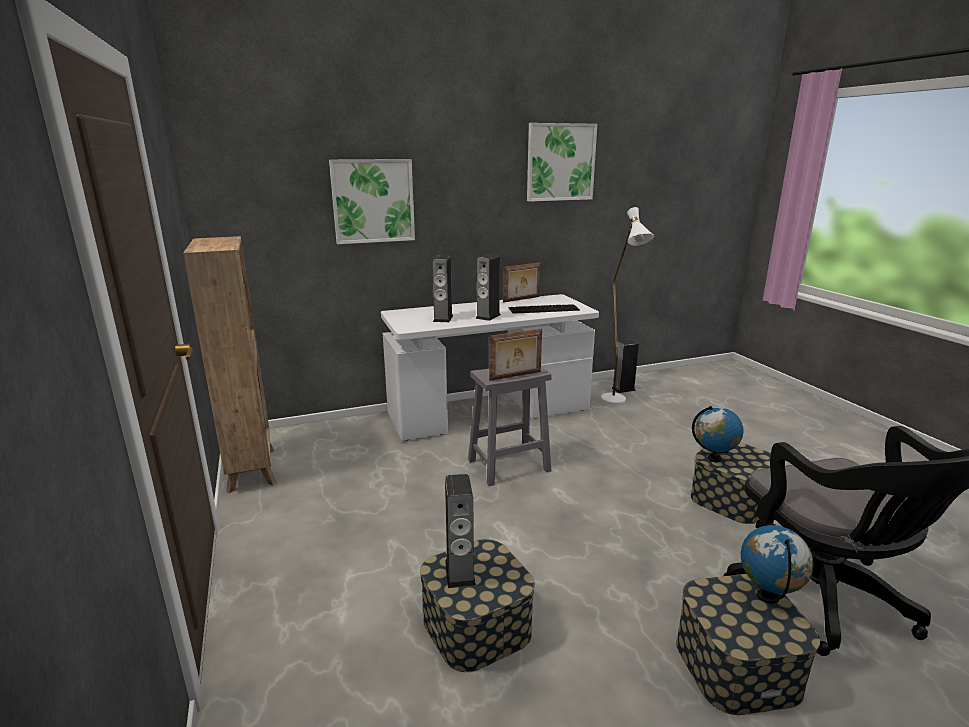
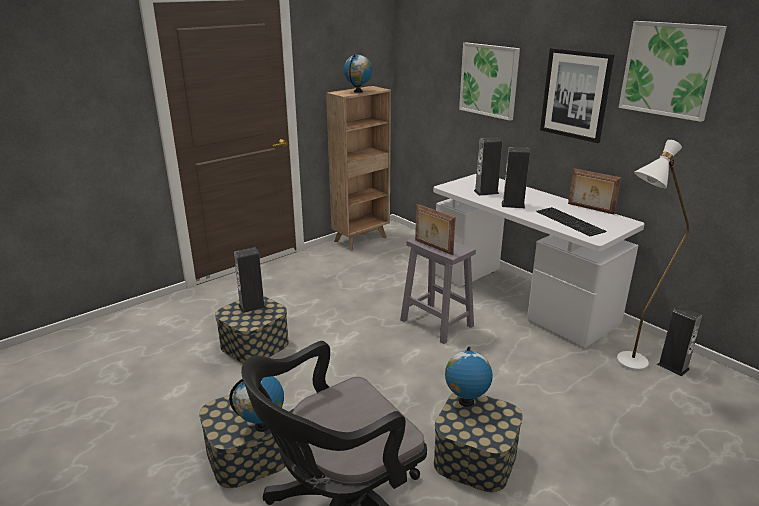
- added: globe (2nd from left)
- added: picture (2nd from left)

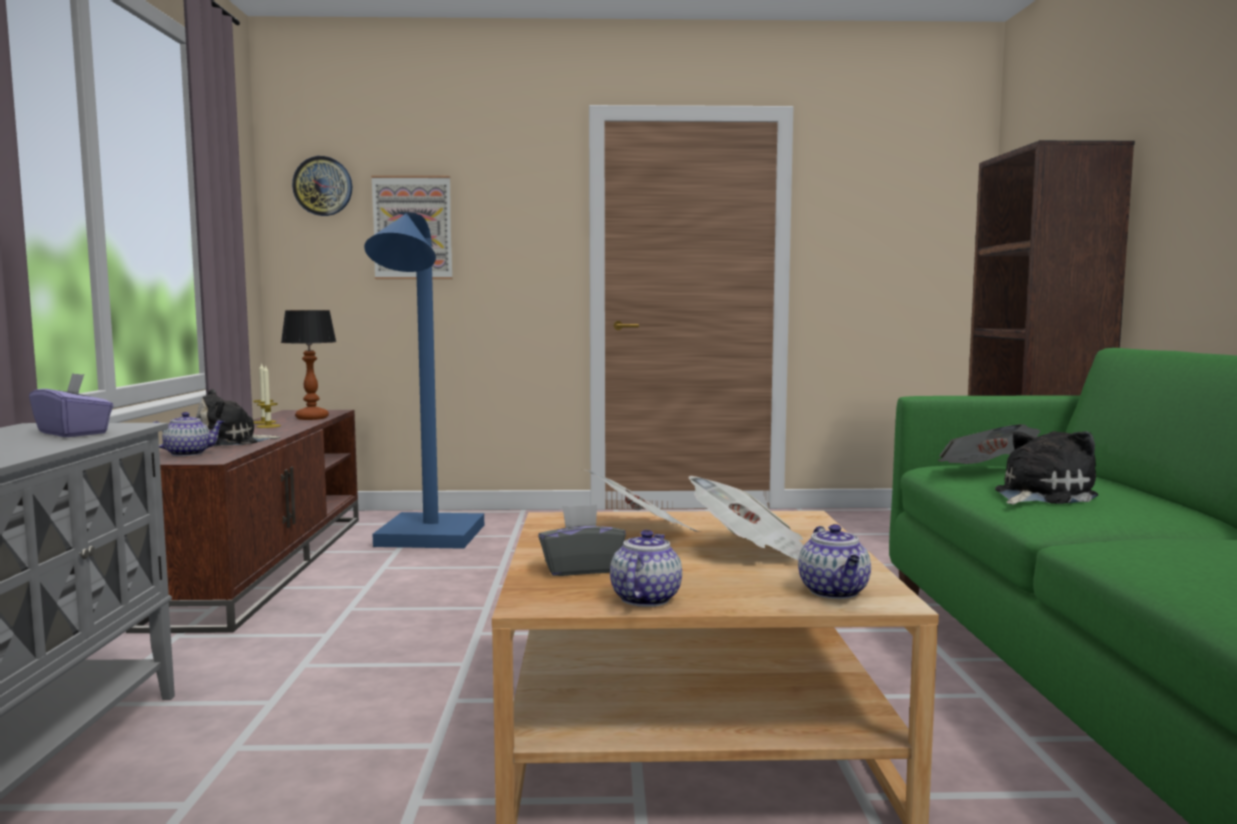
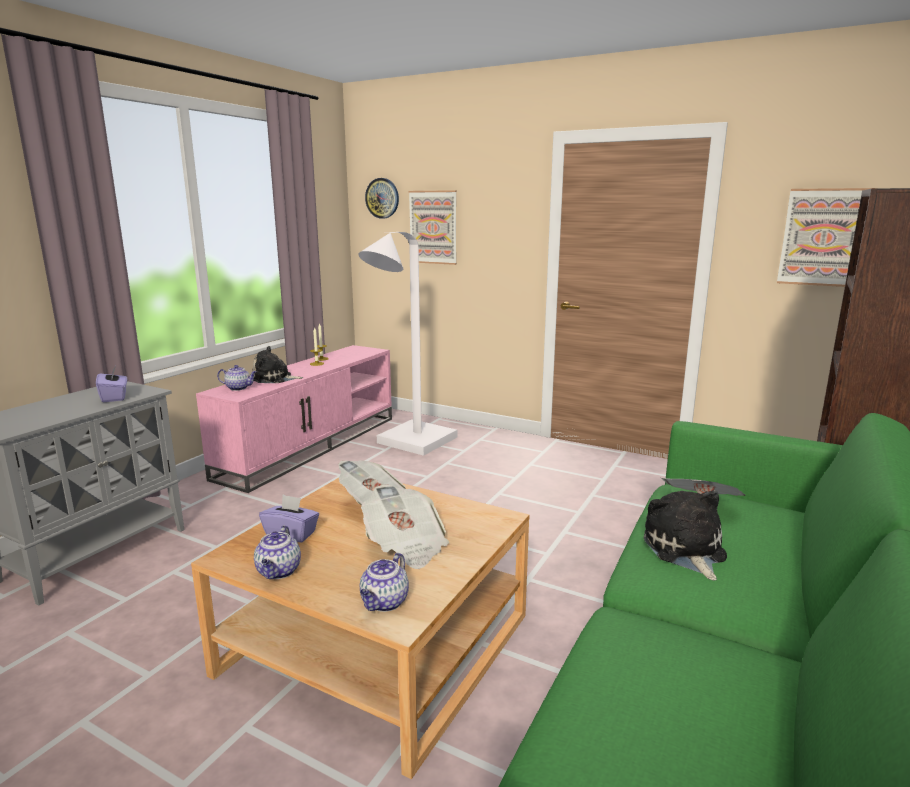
- recoloured: brown tv stand to pink tv stand
- turned: teapot (2nd from left) 135 degrees clockwise
- recoloured: grey tissue box to purple tissue box (2nd from left)
- recoloured: blue floor lamp to white floor lamp
- turned: plush toy (2nd from left) 90 degrees counterclockwise
- added: picture (2nd from left)
- removed: table lamp

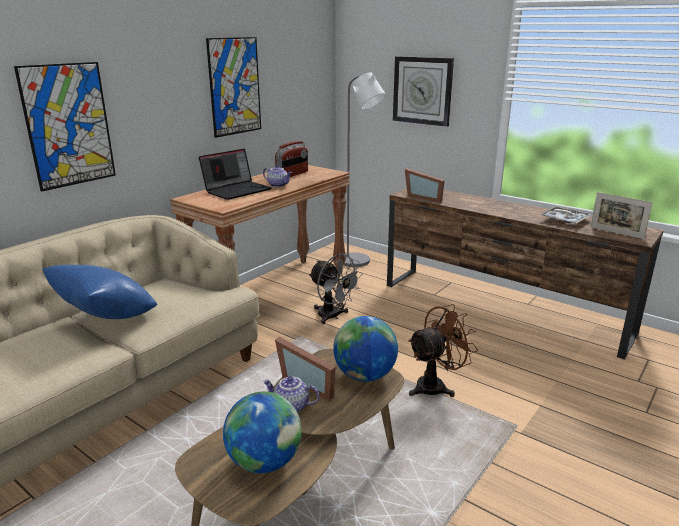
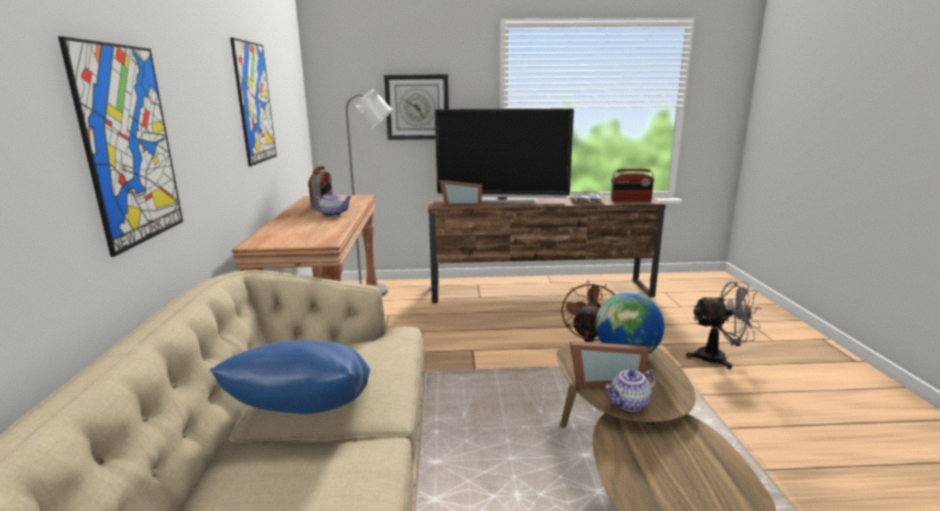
- added: television
- replaced: picture frame (3rd from left) to radio (2nd from left)
- moved: grey fan
- removed: laptop
- removed: globe (1st from left)

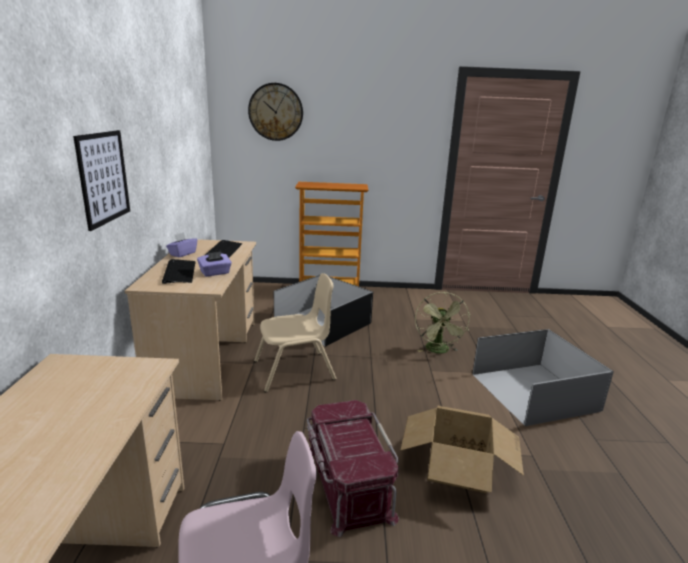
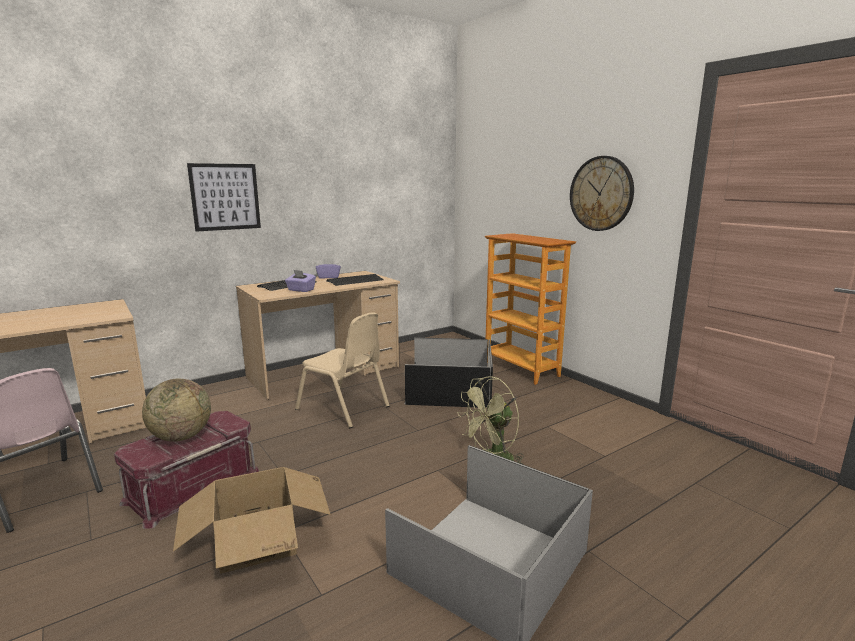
- added: globe
- moved: wall clock

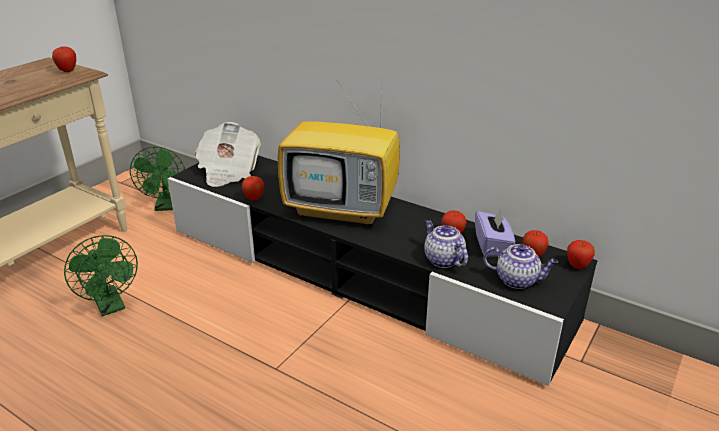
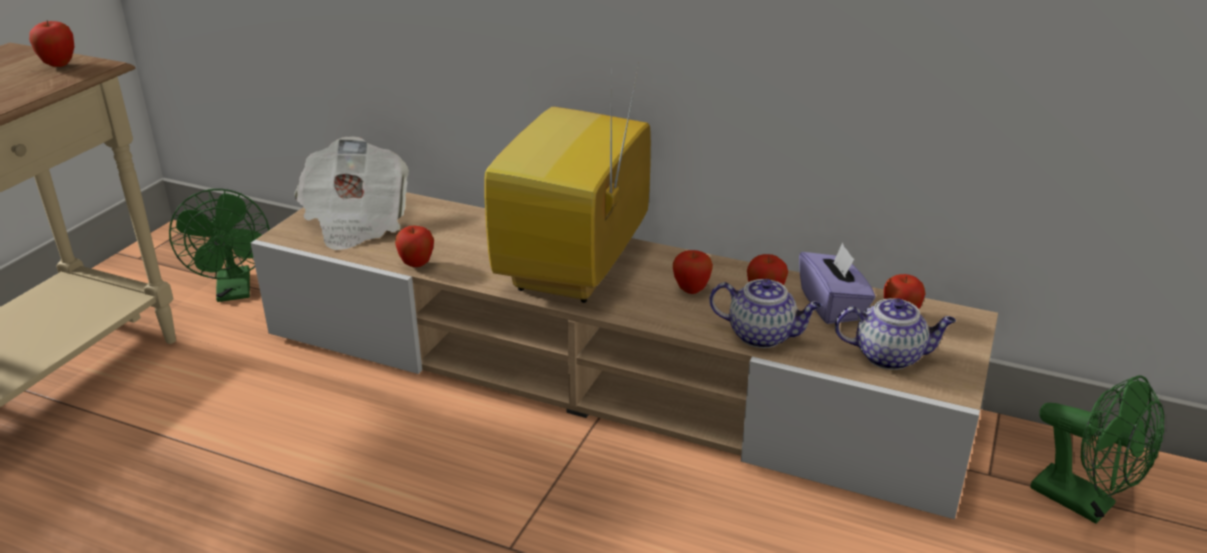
- recoloured: black tv stand to beige tv stand
- turned: television 105 degrees clockwise
- moved: apple (5th from left in the first image) to apple (3rd from left)
- turned: teapot (1st from left) 150 degrees clockwise
- moved: green fan (1st from left in the first image) to green fan (2nd from left)

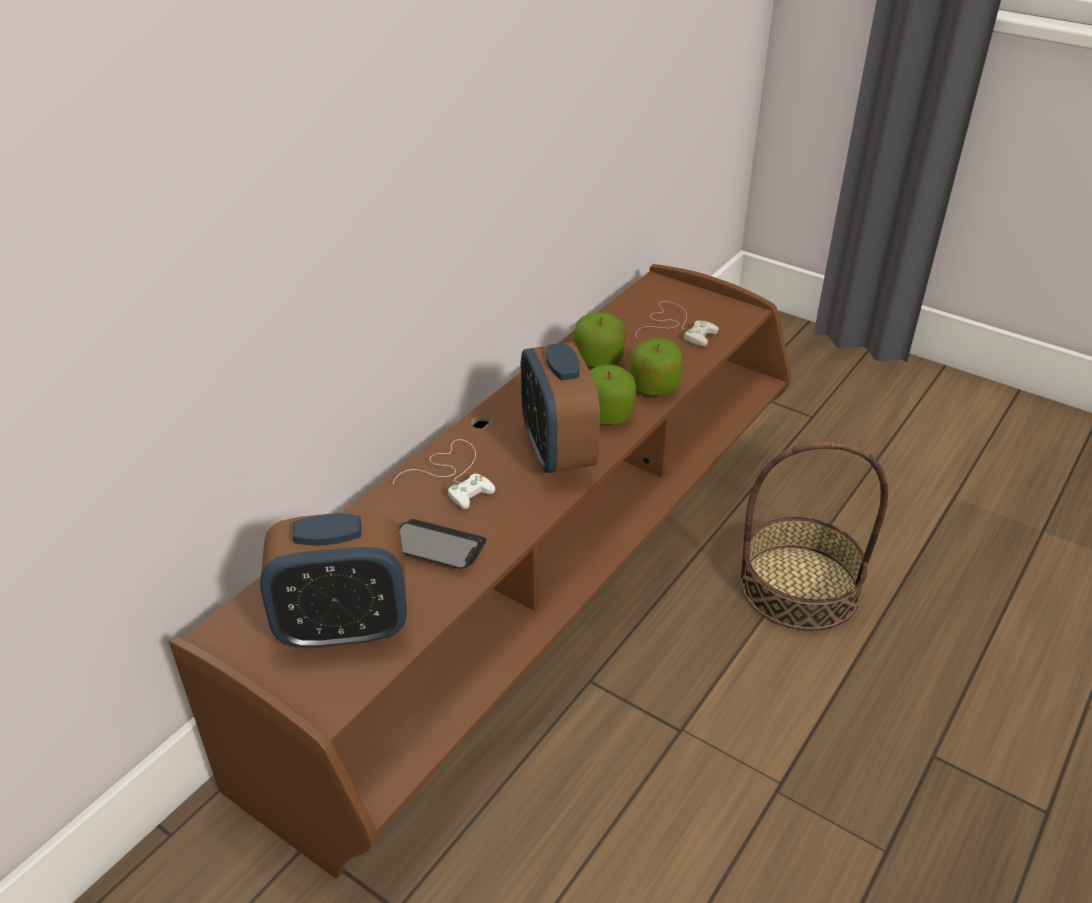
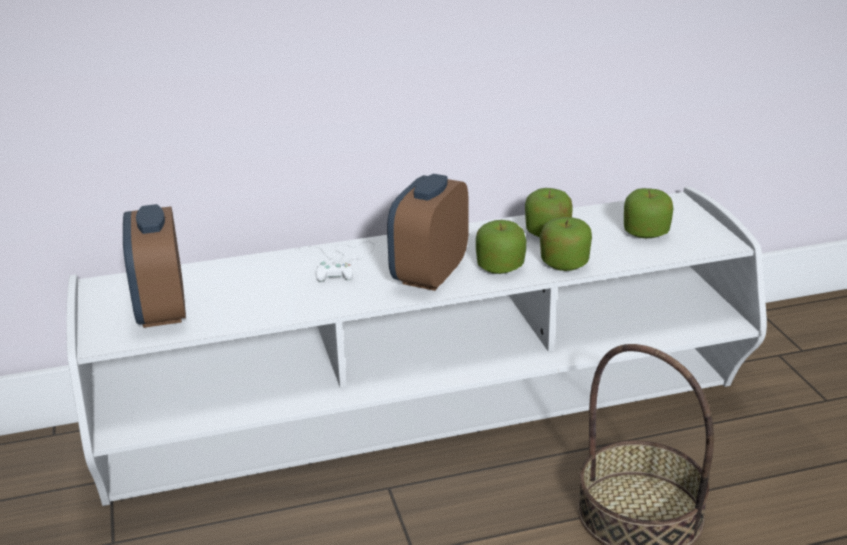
- recoloured: brown tv stand to white tv stand
- turned: alarm clock (1st from left) 45 degrees clockwise
- replaced: white game controller (2nd from left) to apple (4th from left)
- removed: phone

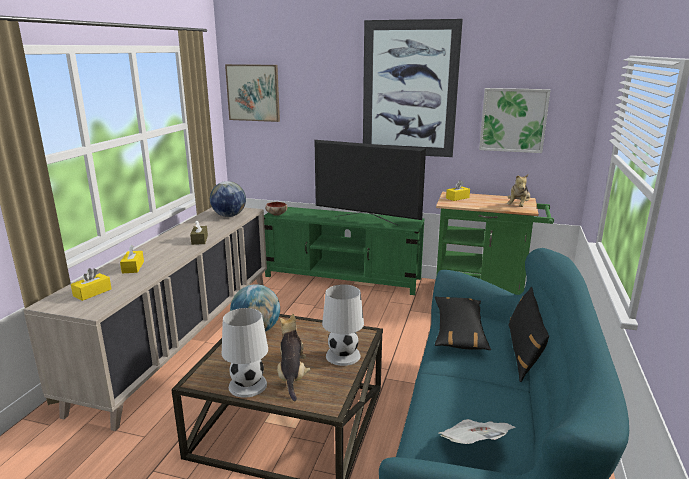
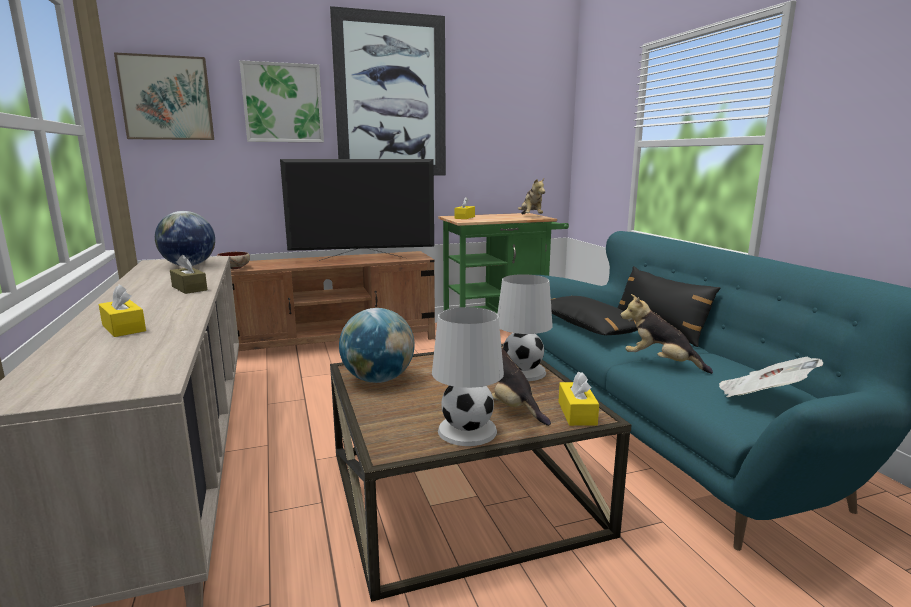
- recoloured: green tv stand to brown tv stand
- moved: picture (3rd from left in the first image) to picture (2nd from left)
- moved: yellow tissue box (1st from left in the first image) to yellow tissue box (3rd from left)
- added: plush toy (3rd from left)

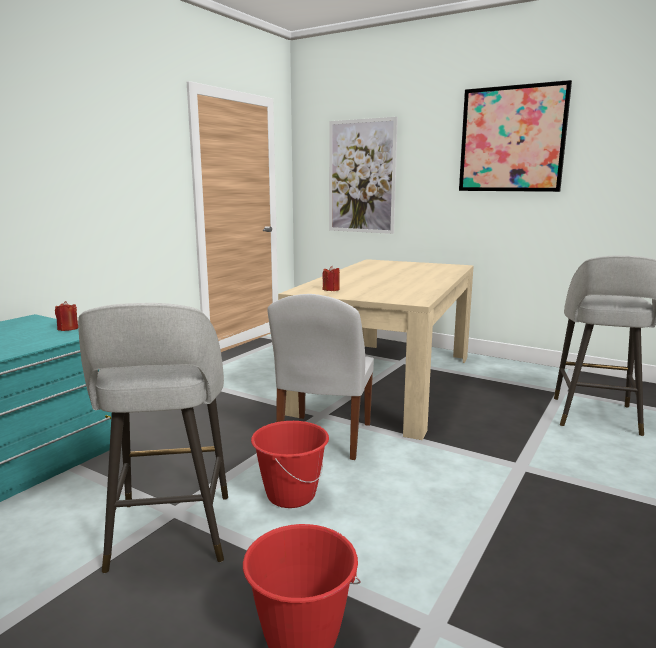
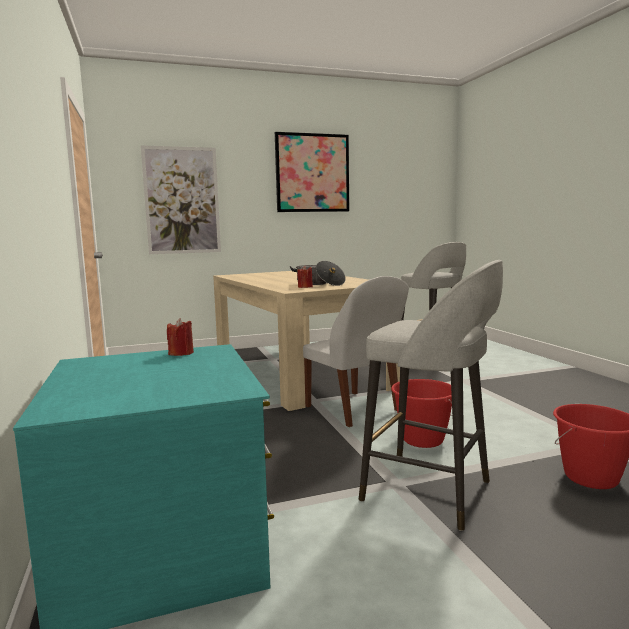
- added: cooking pot

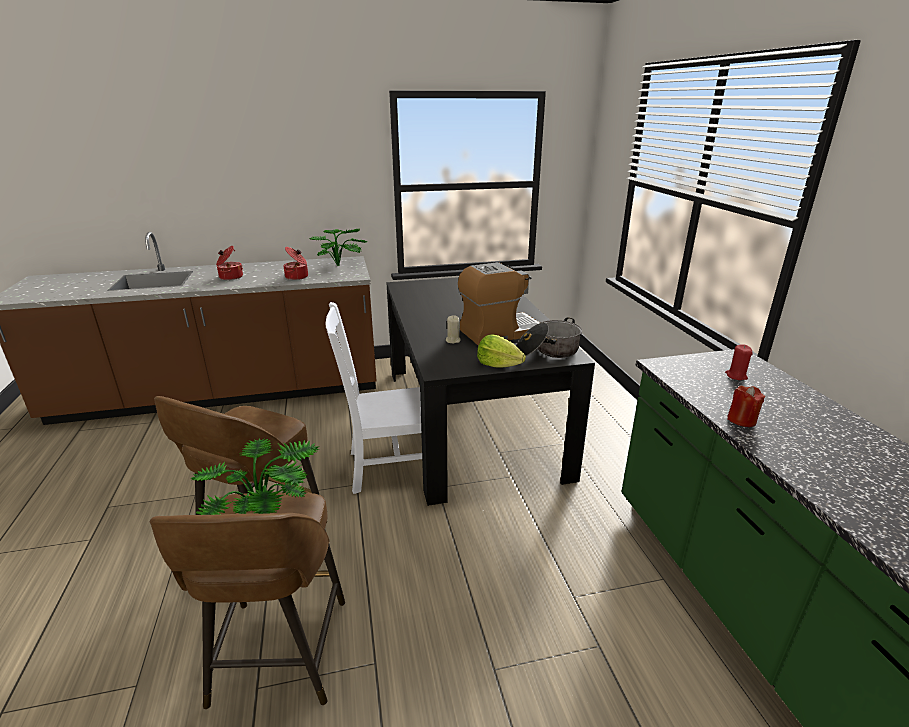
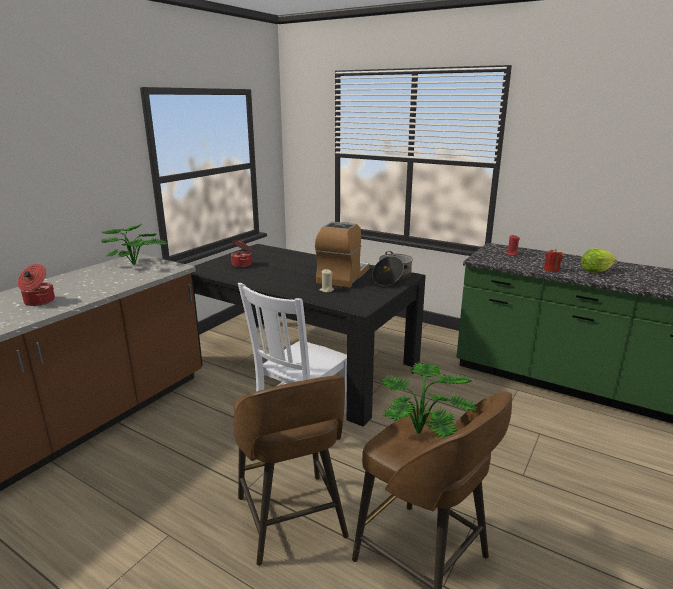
- moved: cooking pot (2nd from left)
- moved: lettuce

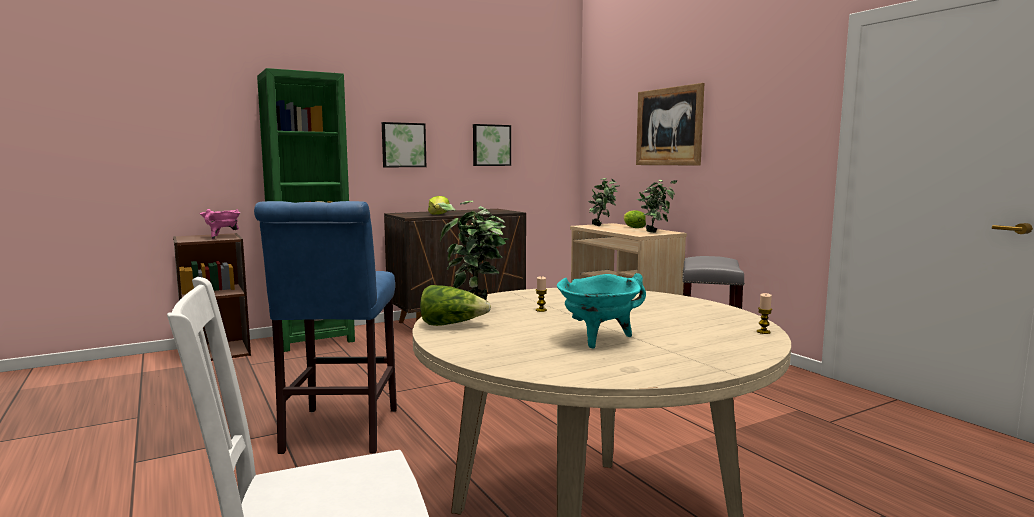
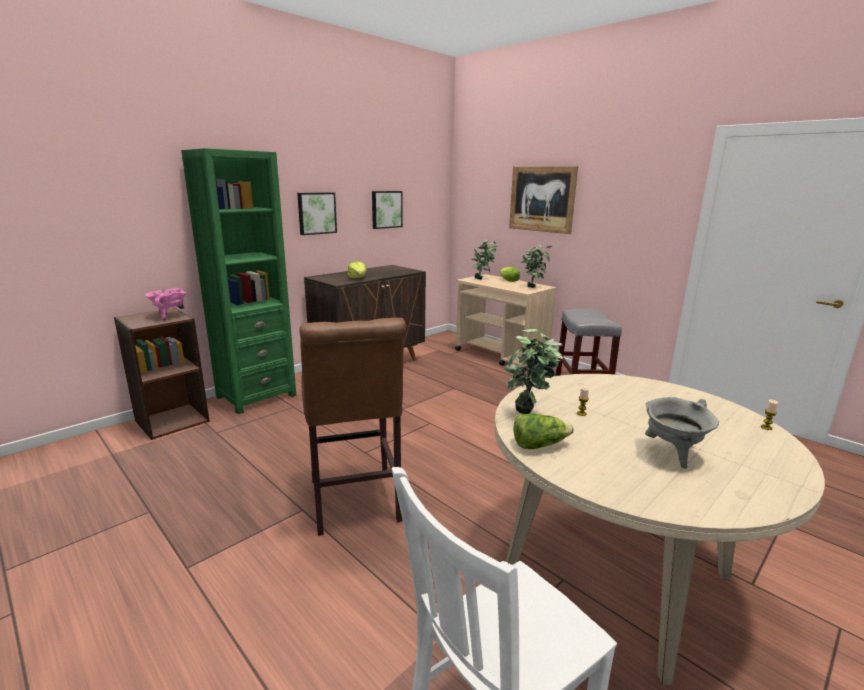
- recoloured: blue stool to brown stool
- recoloured: turquoise cooking pot to grey cooking pot

